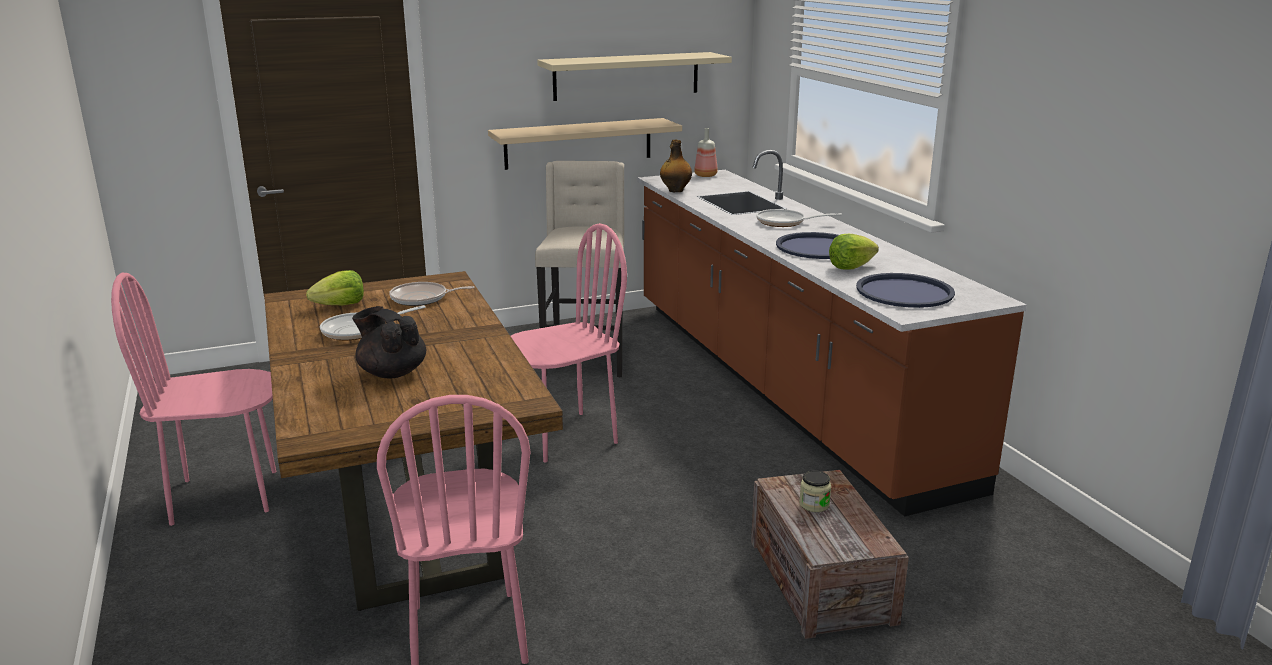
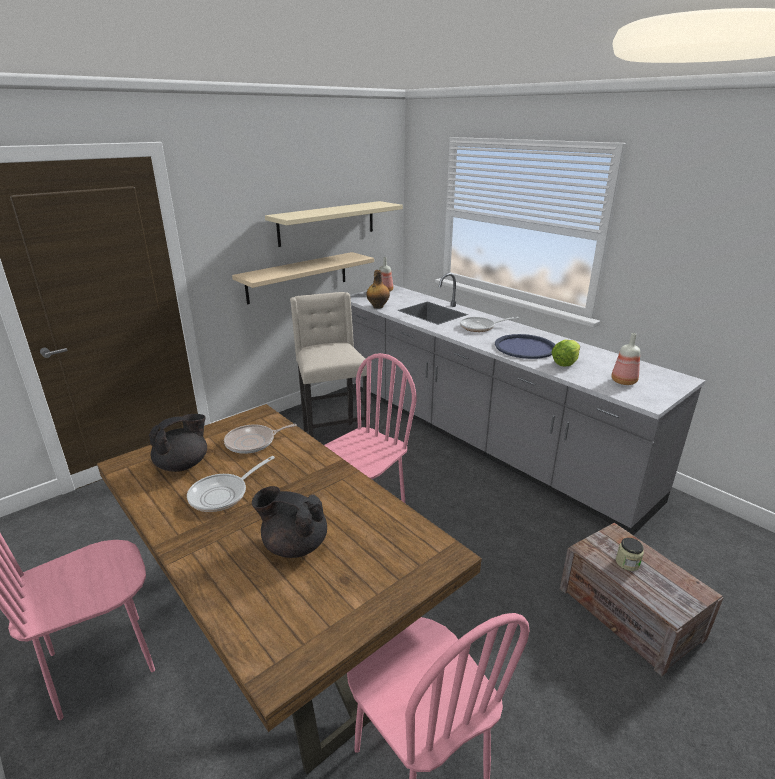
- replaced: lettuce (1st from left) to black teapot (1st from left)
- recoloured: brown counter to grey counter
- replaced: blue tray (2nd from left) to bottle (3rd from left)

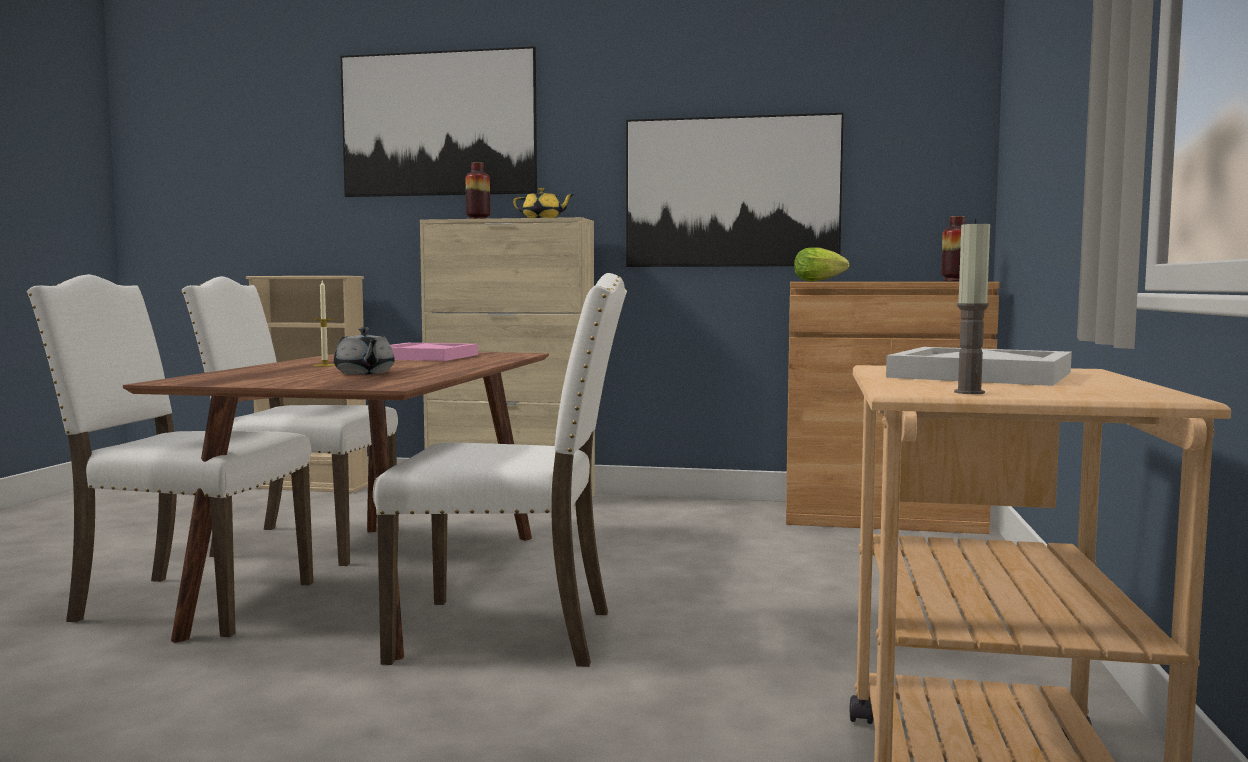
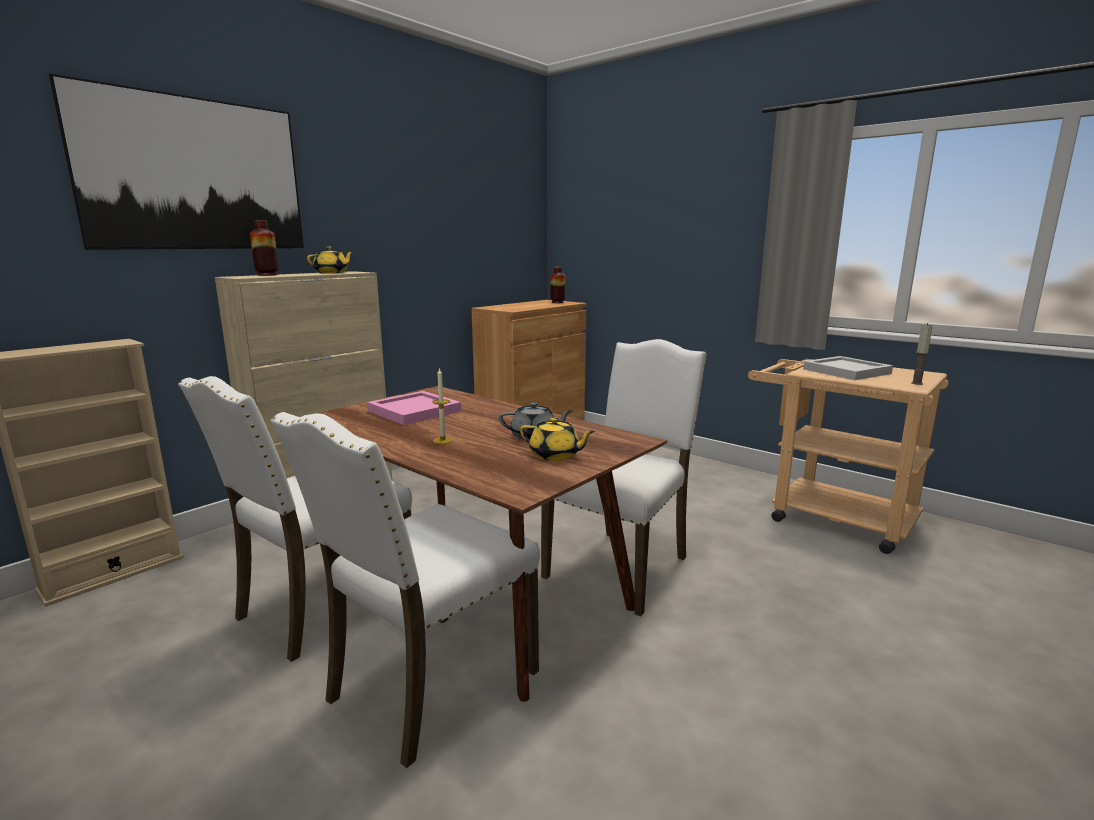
- added: yellow teapot (2nd from left)
- removed: picture (2nd from left)
- removed: lettuce

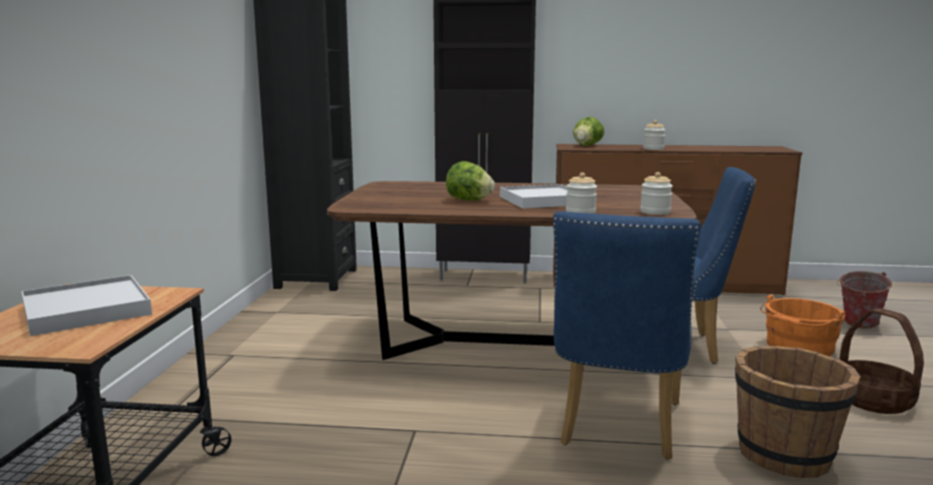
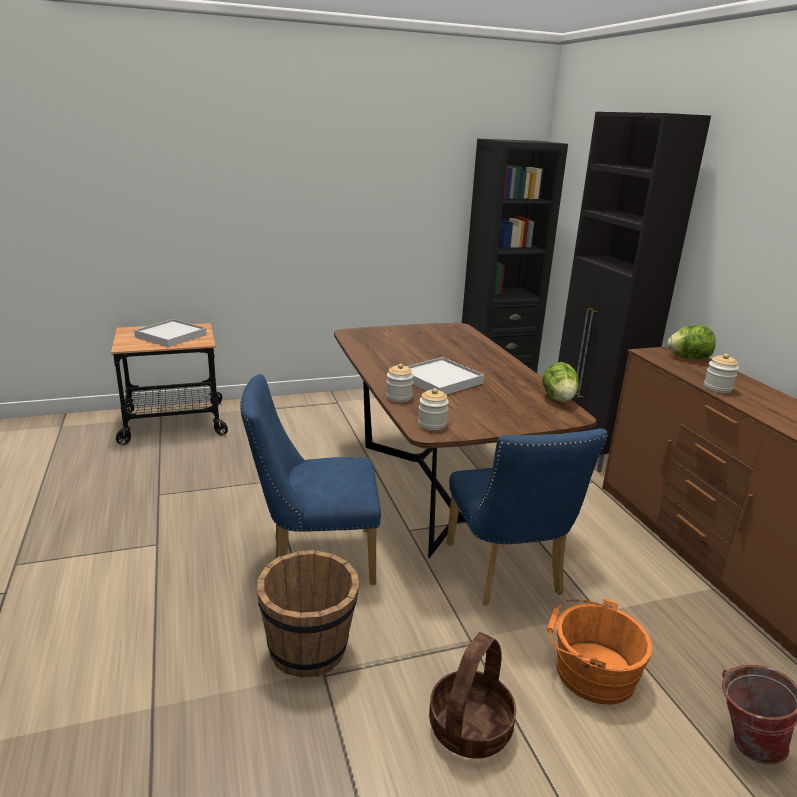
- moved: lettuce (1st from left)

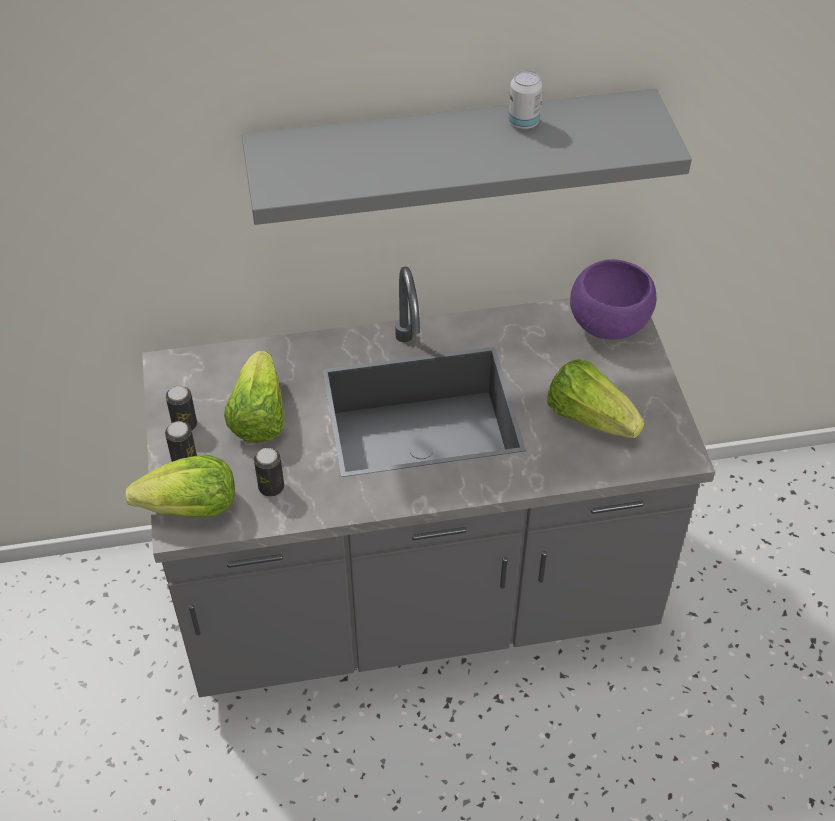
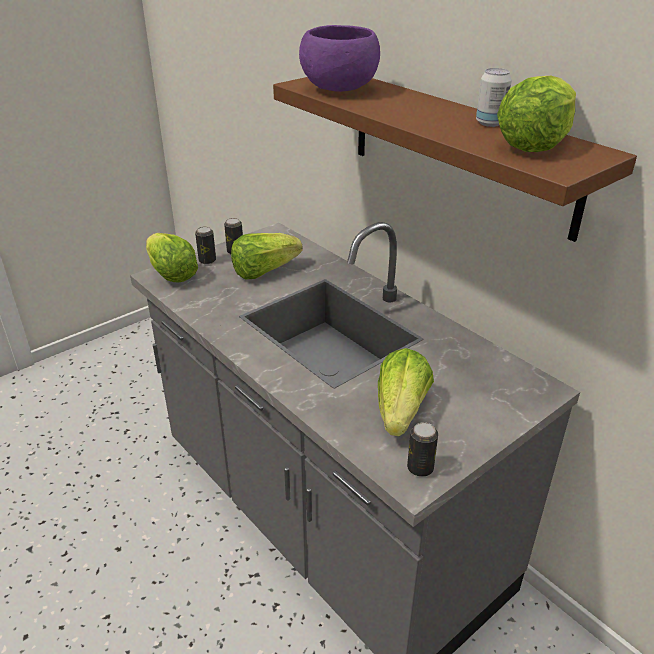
- recoloured: grey shelf to brown shelf
- moved: purple bowl
- moved: can (3rd from left)
- added: lettuce (4th from left)

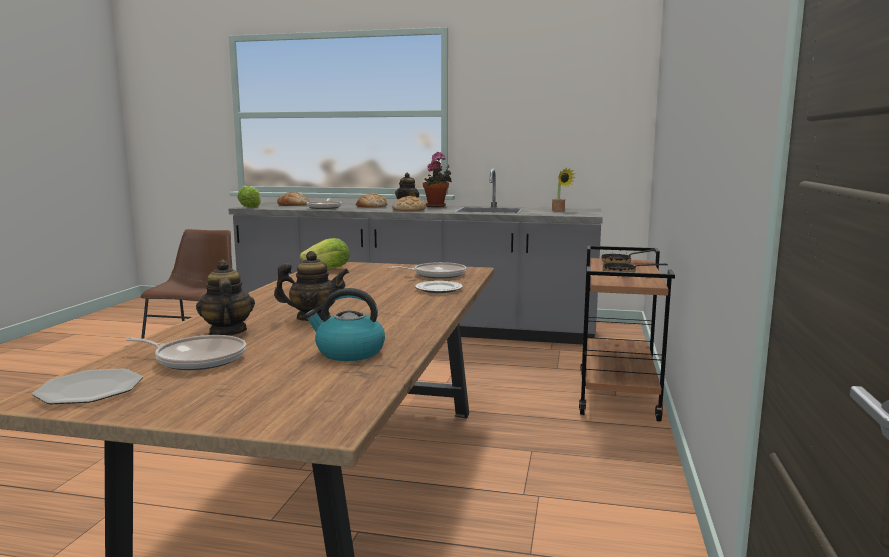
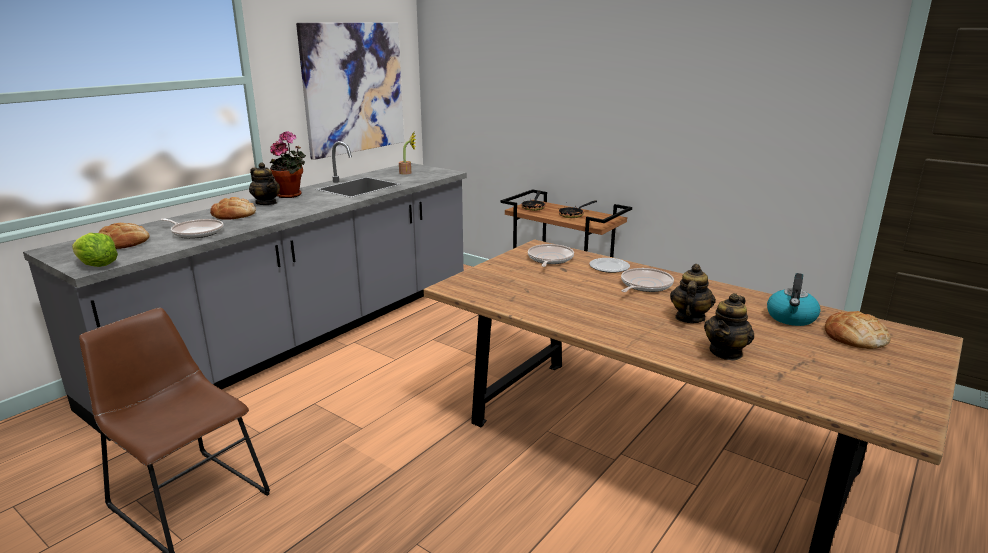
- added: picture
- moved: frying pan (1st from left in the first image) to frying pan (5th from left)
- turned: teapot (1st from left in the first image) 60 degrees counterclockwise
- moved: bread (3rd from left)
- removed: plate (1st from left)
- removed: lettuce (2nd from left)

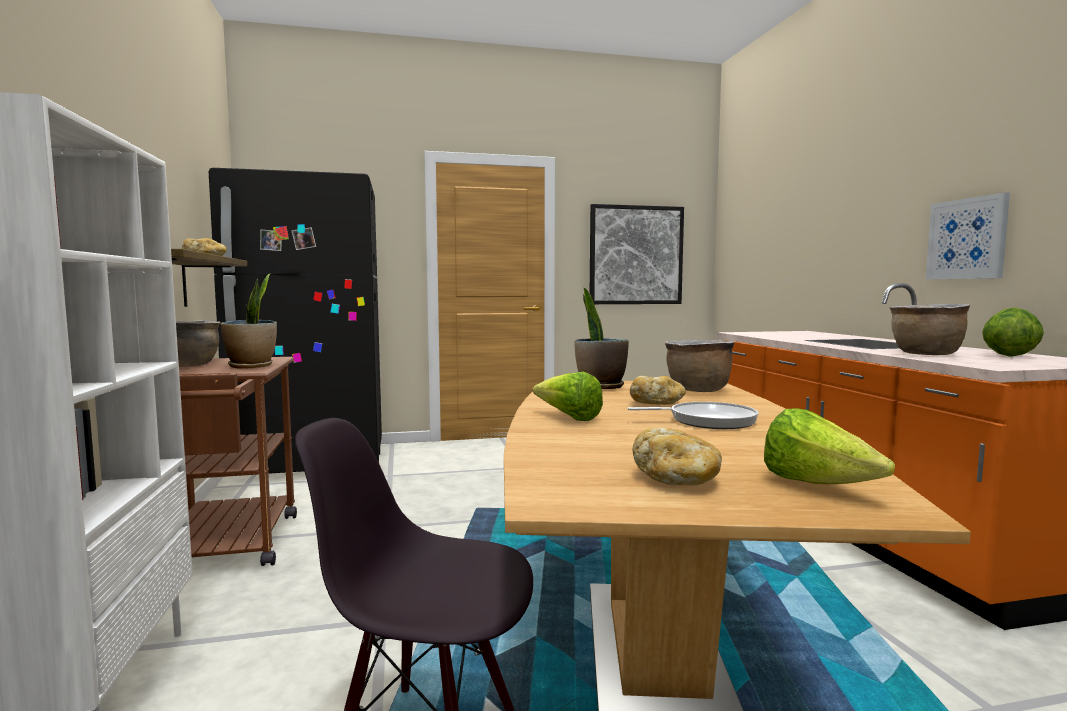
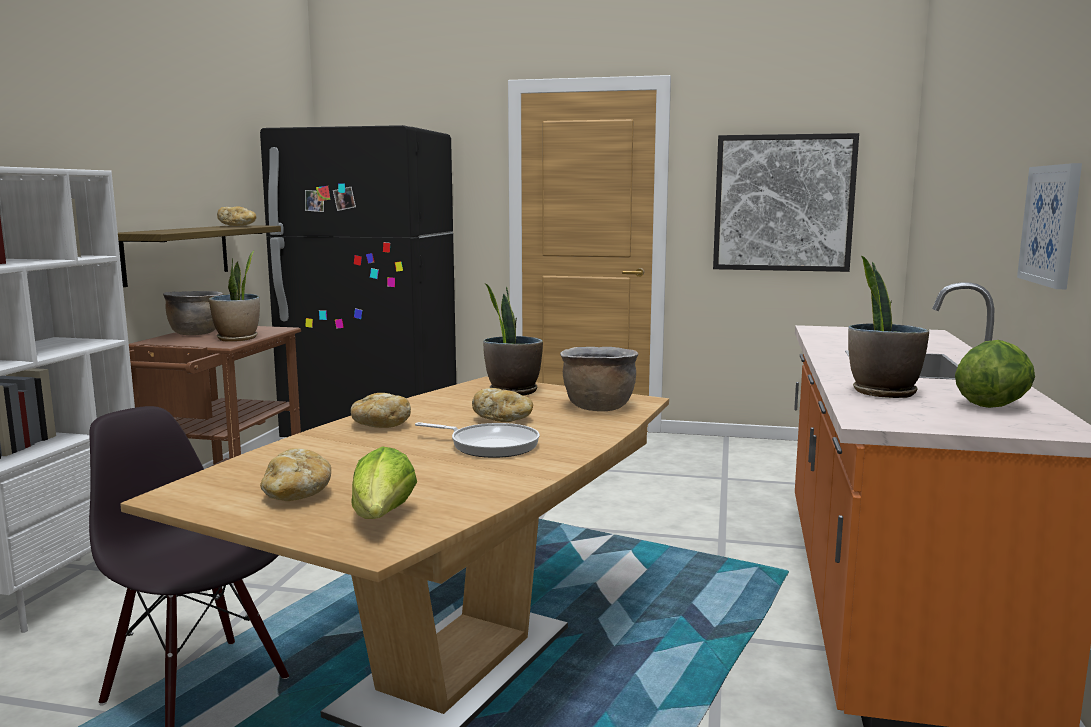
- replaced: lettuce (1st from left) to bread (3rd from left)
- replaced: brown cooking pot (3rd from left) to potted plant (3rd from left)

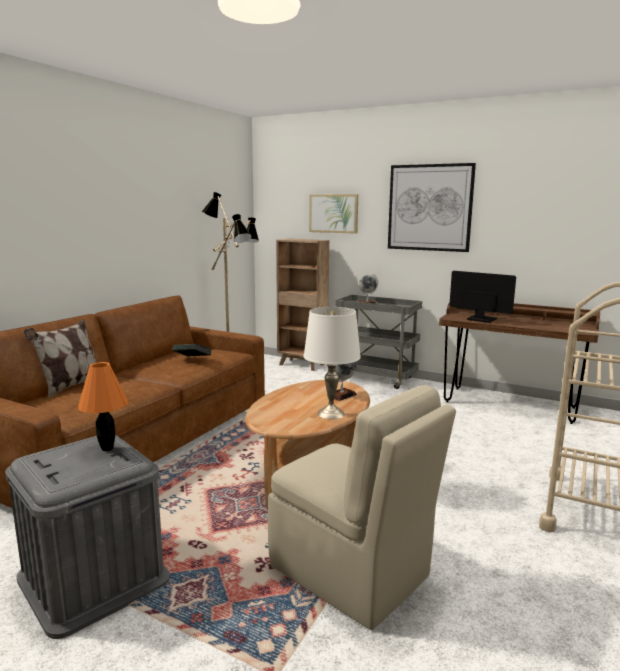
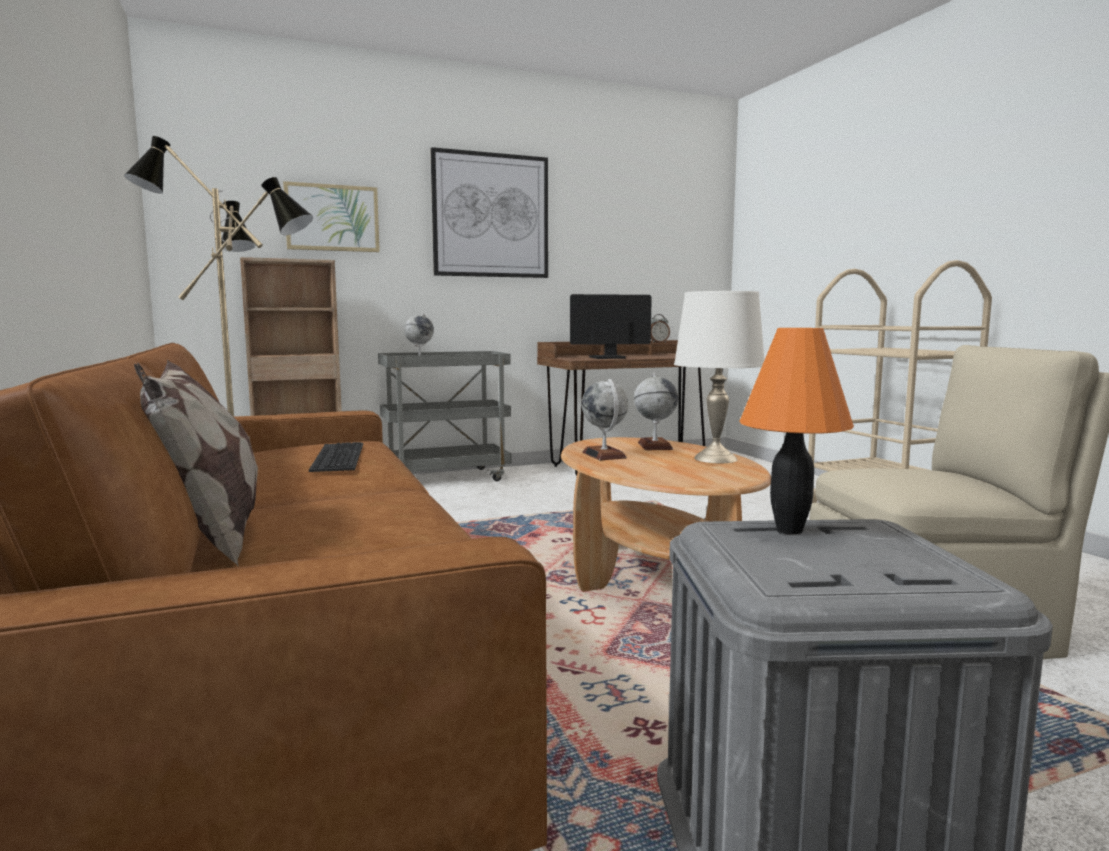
- replaced: book to keyboard
- added: globe (2nd from left)
- added: alarm clock

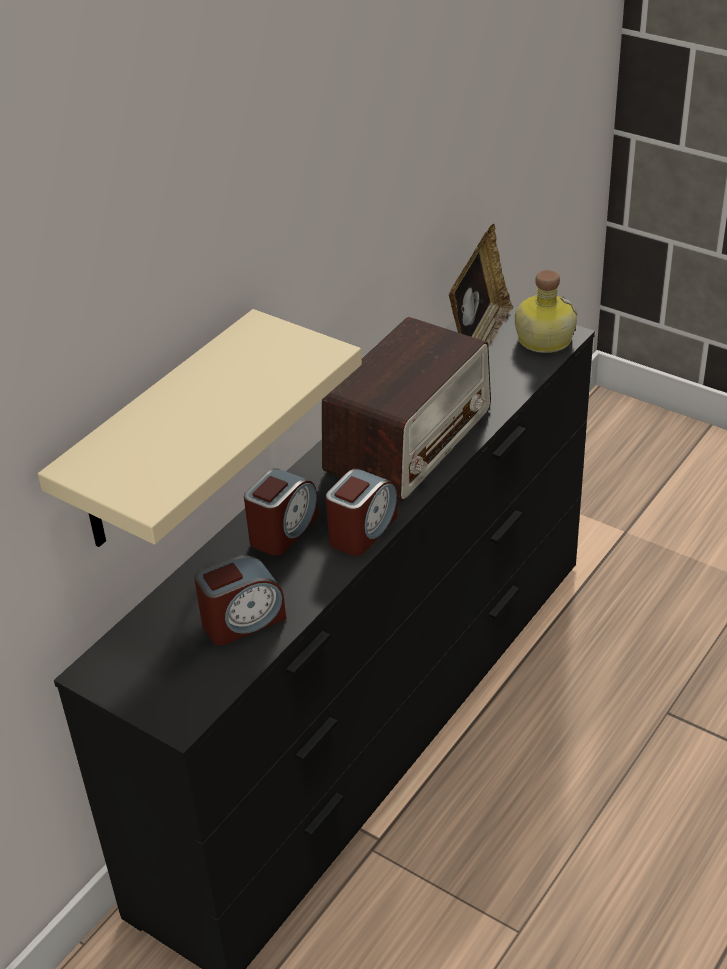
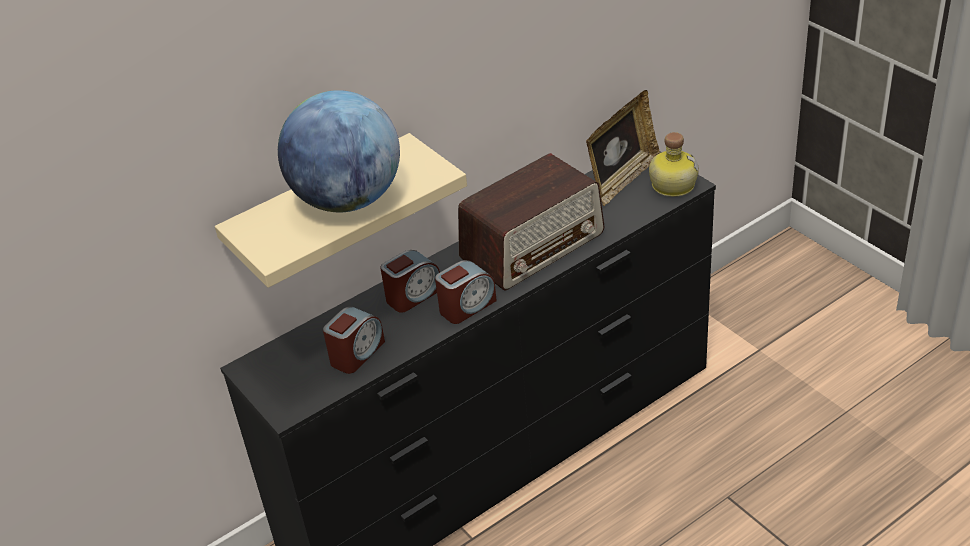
- added: globe
- turned: alarm clock (1st from left) 45 degrees counterclockwise

